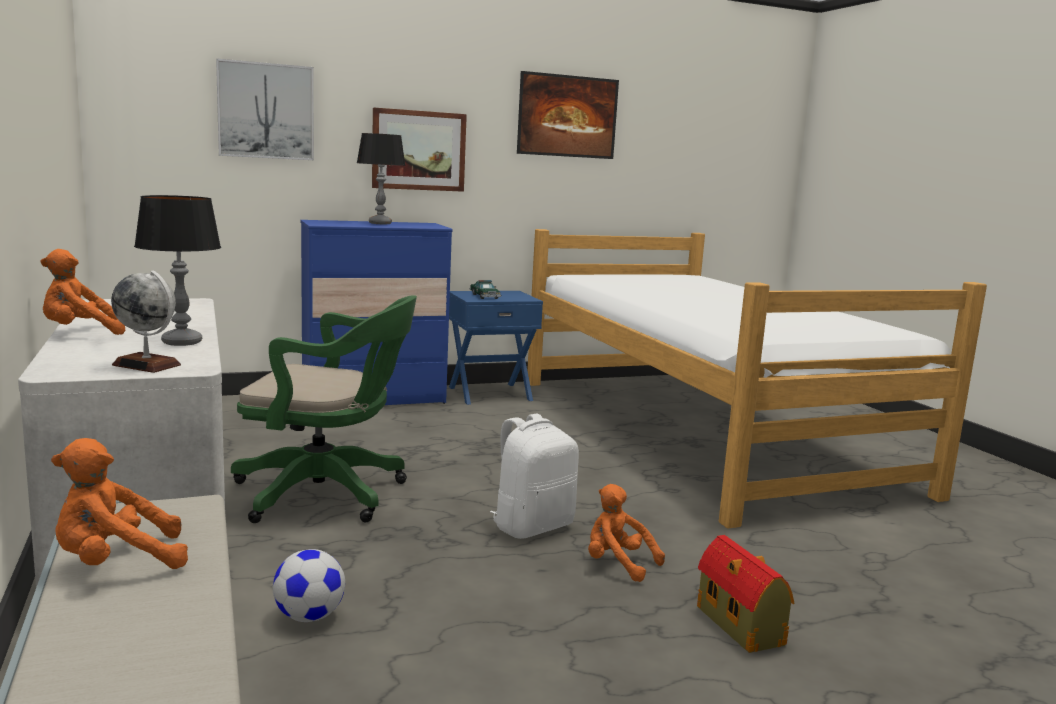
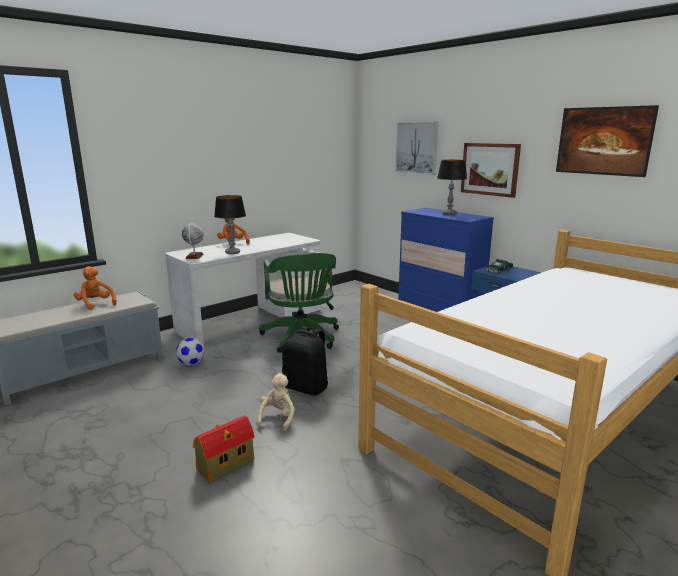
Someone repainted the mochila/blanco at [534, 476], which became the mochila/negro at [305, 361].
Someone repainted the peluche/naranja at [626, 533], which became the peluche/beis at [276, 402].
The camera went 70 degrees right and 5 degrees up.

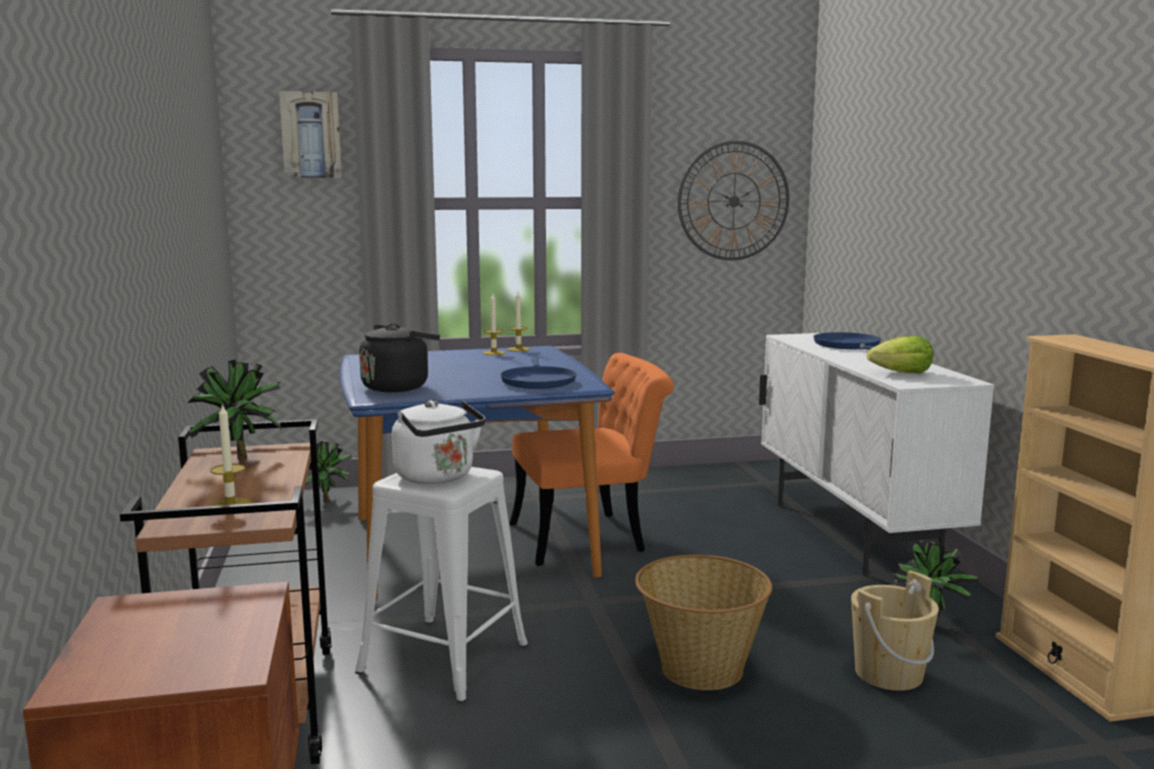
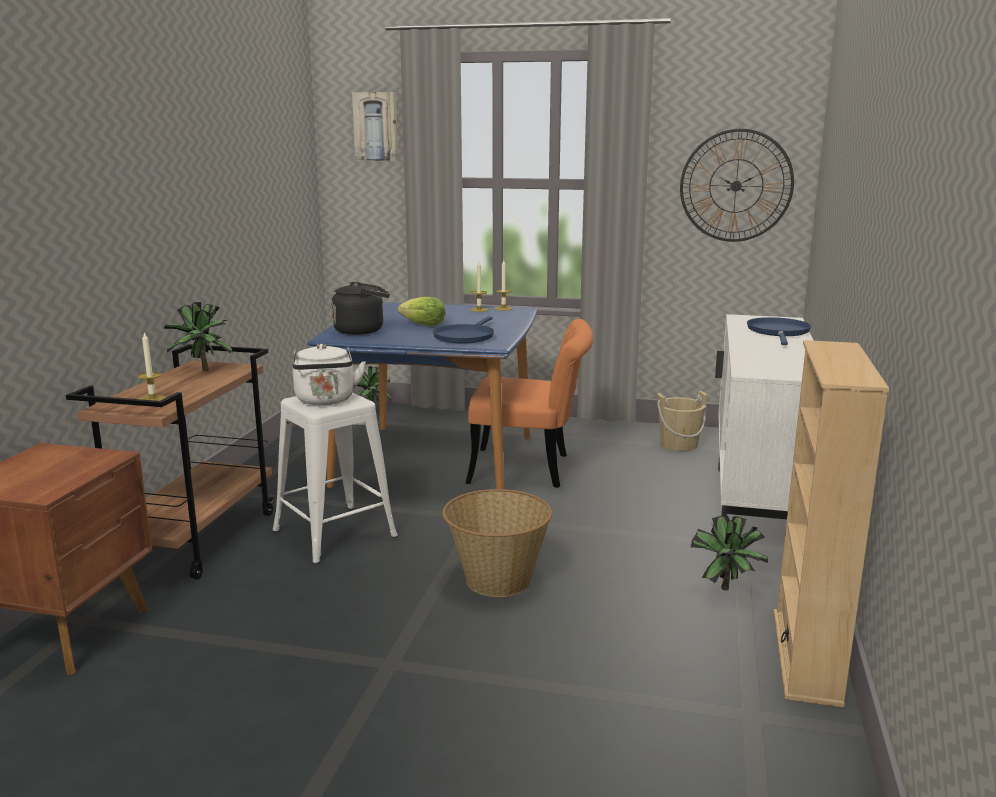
Someone carried the cubo/beis from [895, 630] to [682, 421].
Someone carried the lechuga from [900, 355] to [421, 311].
The camera went 25 degrees right and 5 degrees up.

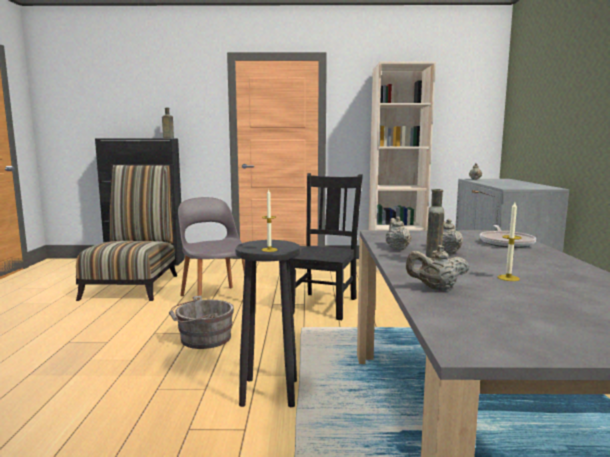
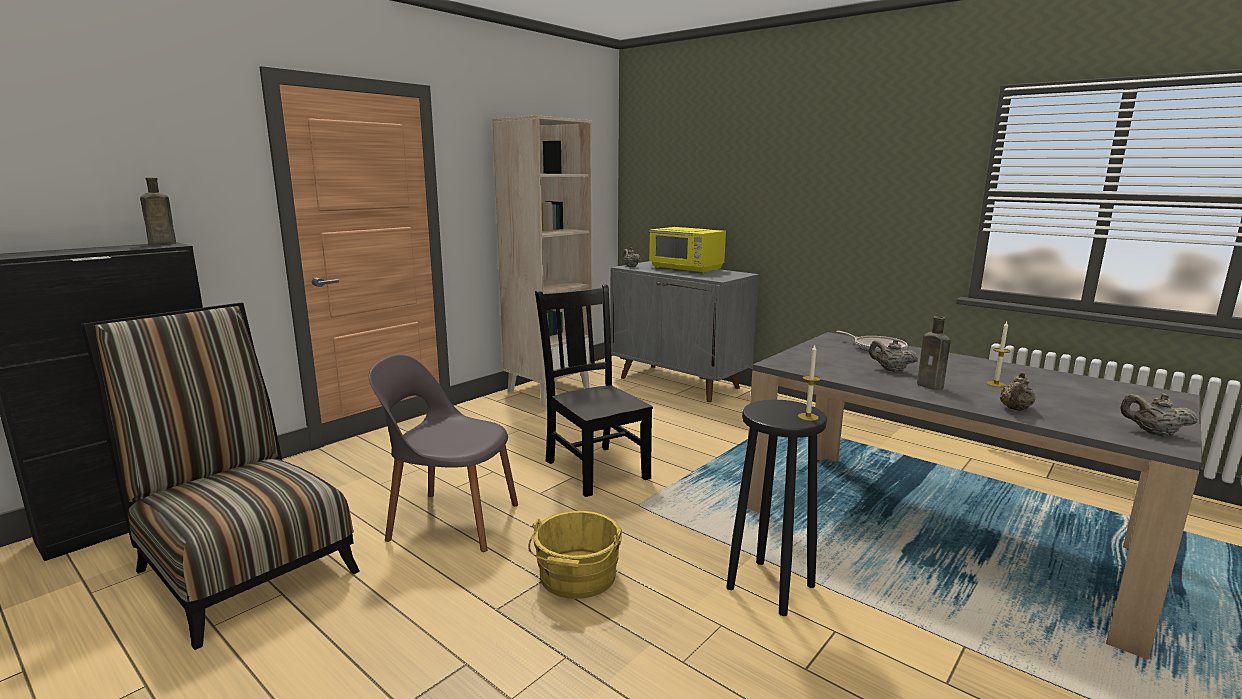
Someone put down the microondas/amarillo at [687, 250].
Someone carried the tetera/beis from [398, 233] to [1159, 415].
Someone repainted the cubo/gris at [201, 322], which became the cubo/amarillo at [575, 555].
The camera went 50 degrees left and 5 degrees up.

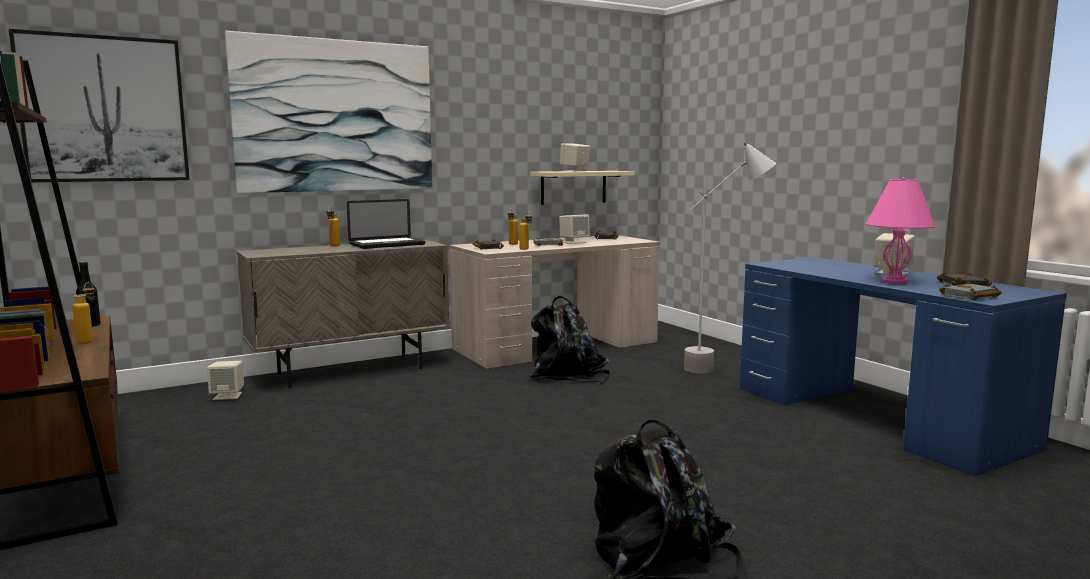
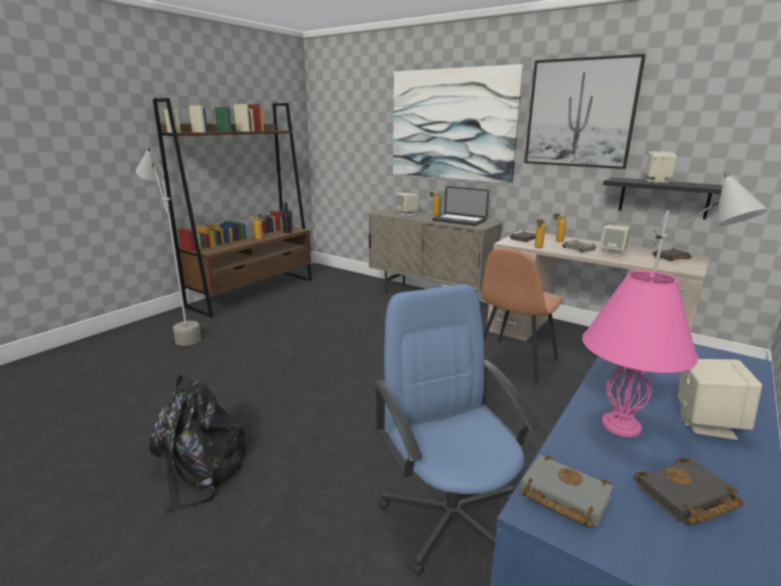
Someone put down the lámpara de pie/gris at [168, 247].
Someone put down the silla de oficina/azul at [456, 430].
Someone carried the cuadro from [99, 105] to [585, 111].
Someone carried the altavoz/beis from [225, 380] to [407, 204].
Someone swapped the mochila/negro at [570, 339] for the silla/marrón at [522, 315].
Someone repainted the estante/beis at [582, 188], which became the estante/negro at [662, 198].
The camera went 65 degrees right and 10 degrees up.

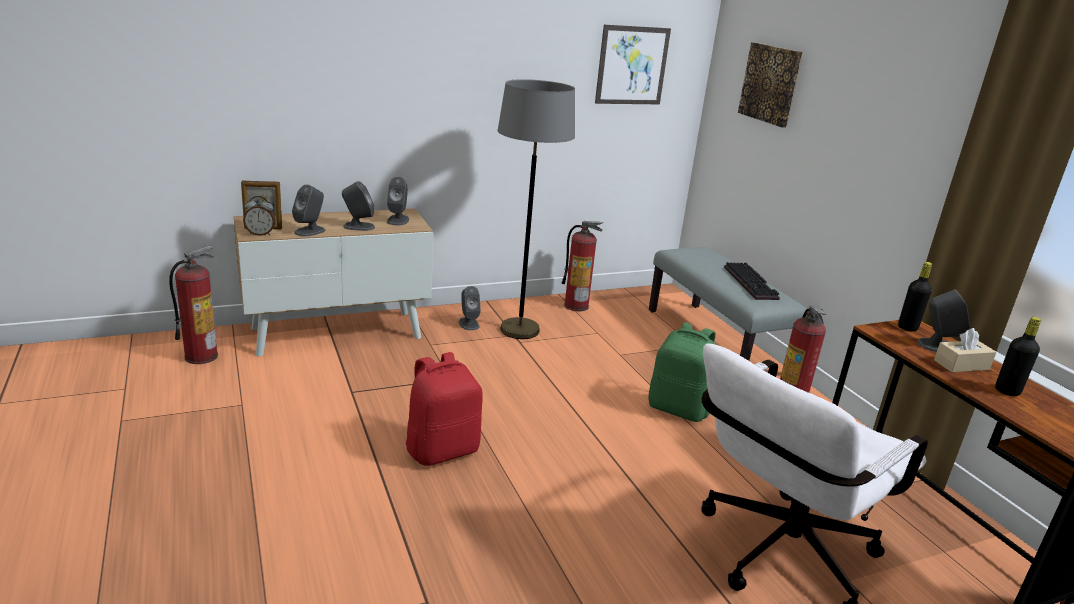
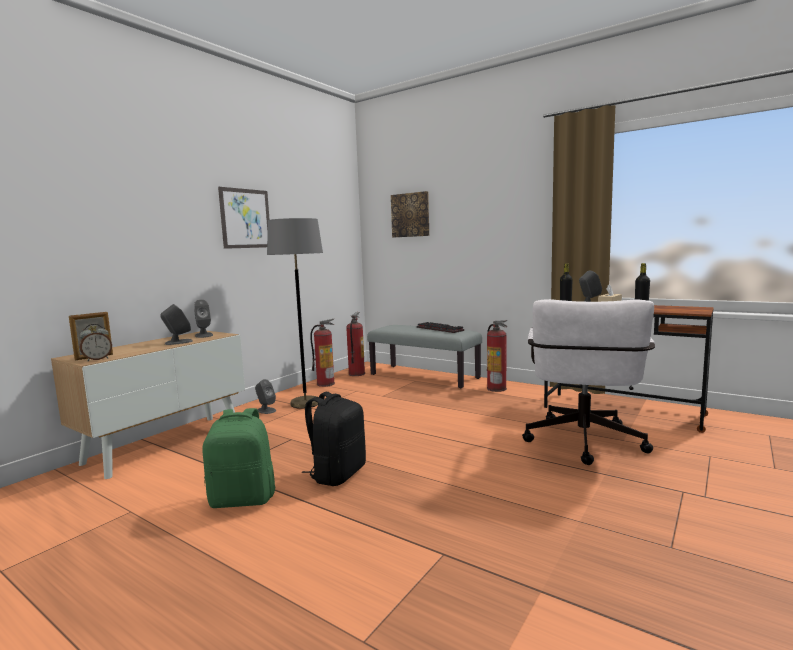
Someone took away the altavoz/gris at [308, 210].
Someone carried the extintor from [193, 305] to [355, 344].
Someone carried the cuadro from [633, 64] to [244, 218].
Someone carried the mochila/verde from [682, 372] to [239, 458].
Someone repainted the mochila/rojo at [444, 409], which became the mochila/negro at [334, 439].
The camera went 30 degrees left and 15 degrees down.

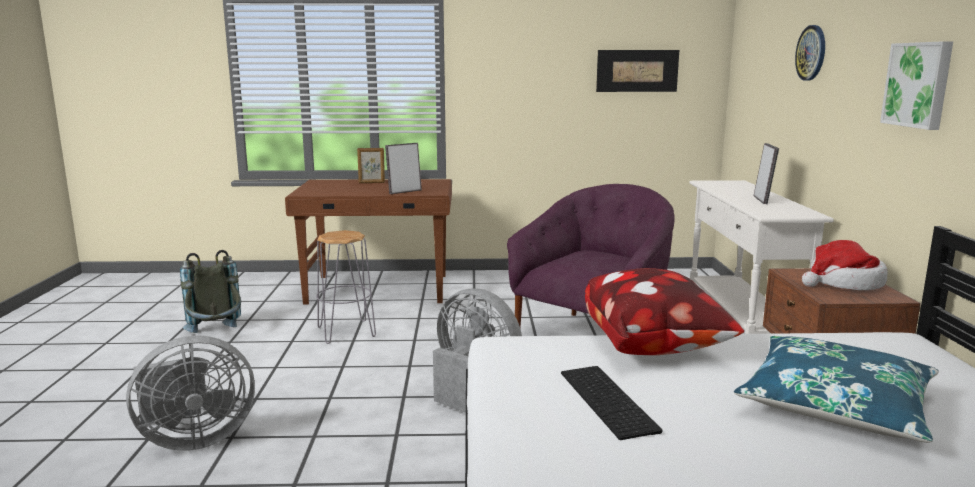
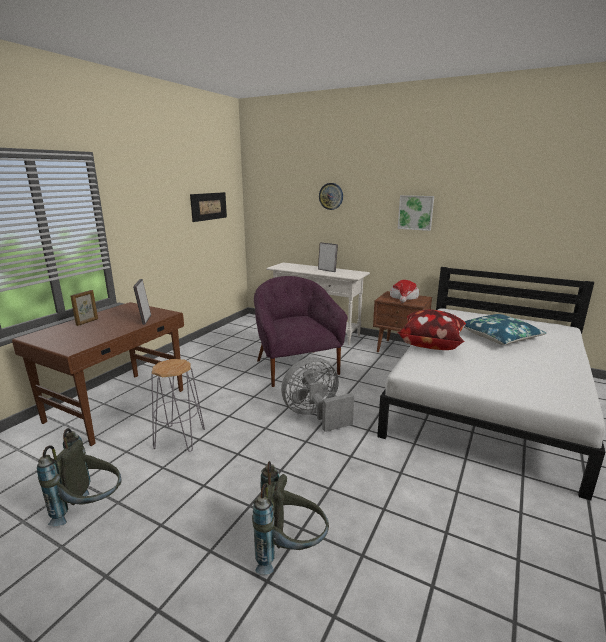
Someone took away the teclado at [611, 403].
Someone swapped the ventilador/gris at [190, 393] for the mochila/gris at [290, 518].
The camera went 60 degrees left and 5 degrees up.

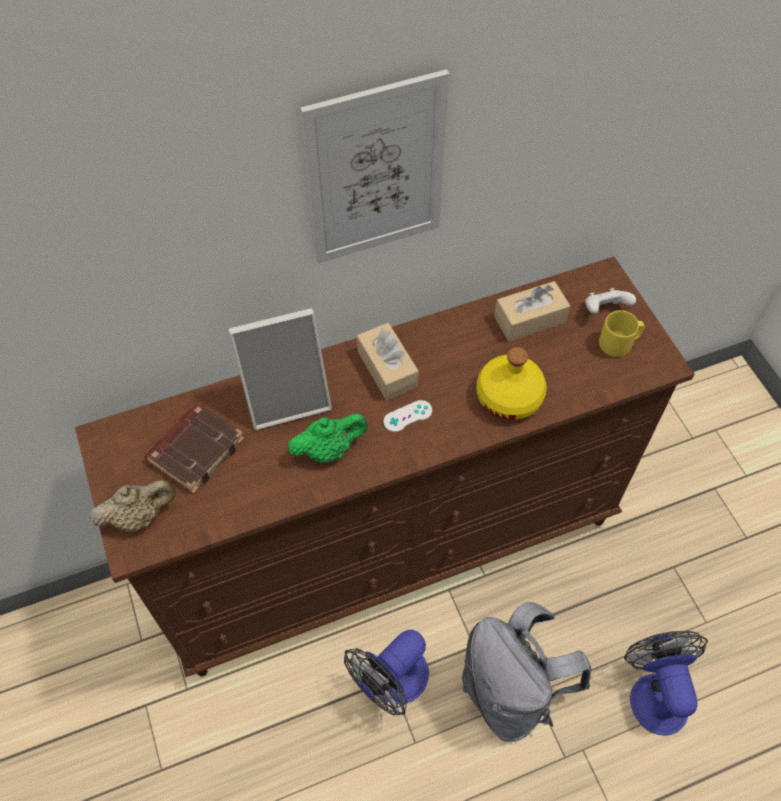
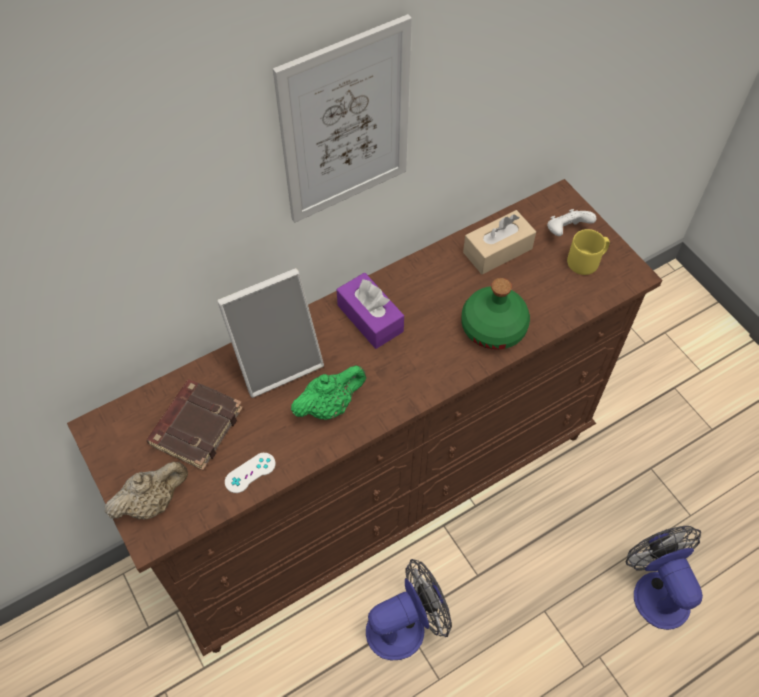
Someone took away the mochila/gris at [526, 672].
Someone carried the mando de consola/blanco from [407, 416] to [250, 473].
Someone repainted the caja de pañuelos/beis at [388, 361], which became the caja de pañuelos/morado at [370, 311].
Someone repainted the botella/amarillo at [512, 383], which became the botella/verde at [495, 314].
Someone rotated the ventilador at [386, 673] by 150 degrees counterclockwise.
The camera went 10 degrees left and 0 degrees up.

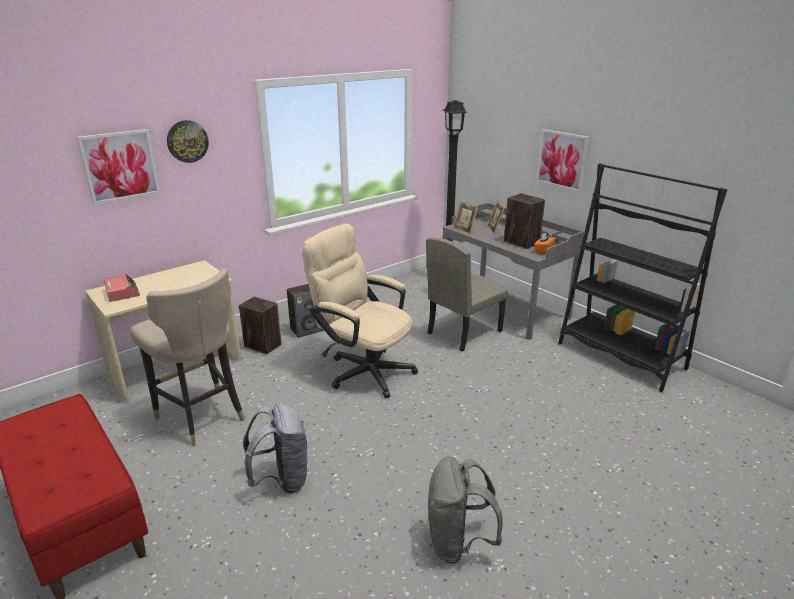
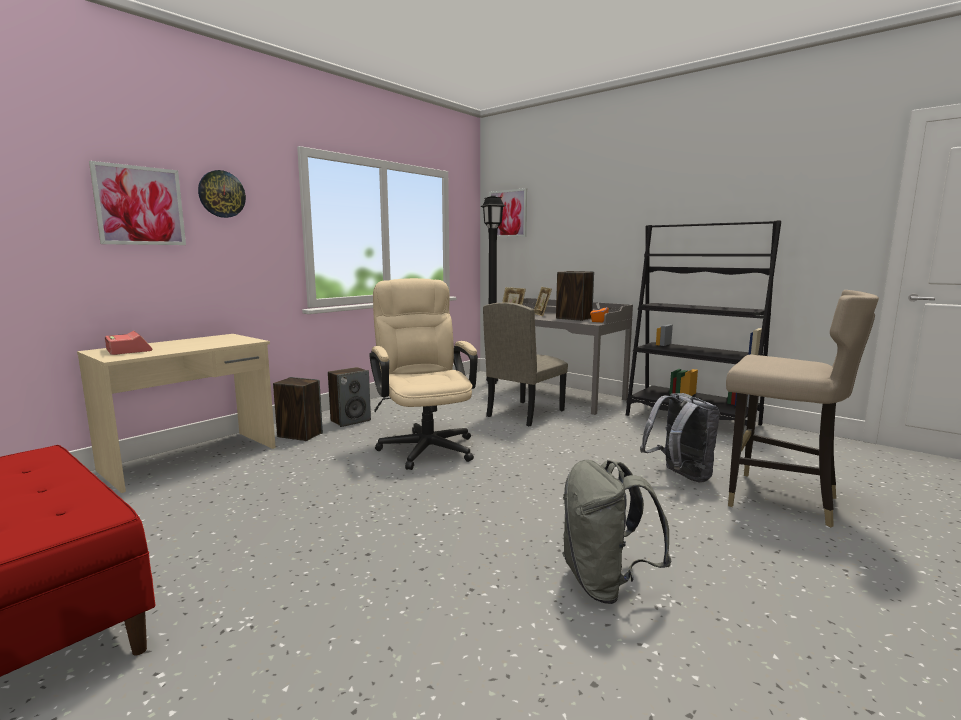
Someone carried the taburete/beis from [187, 357] to [802, 408].
Someone carried the mochila/gris from [275, 448] to [680, 438].
Someone carried the cuadro from [562, 160] to [508, 212].
Someone rotated the silla de oficina/beis at [360, 310] by 45 degrees clockwise.
The camera went 10 degrees left and 15 degrees down.

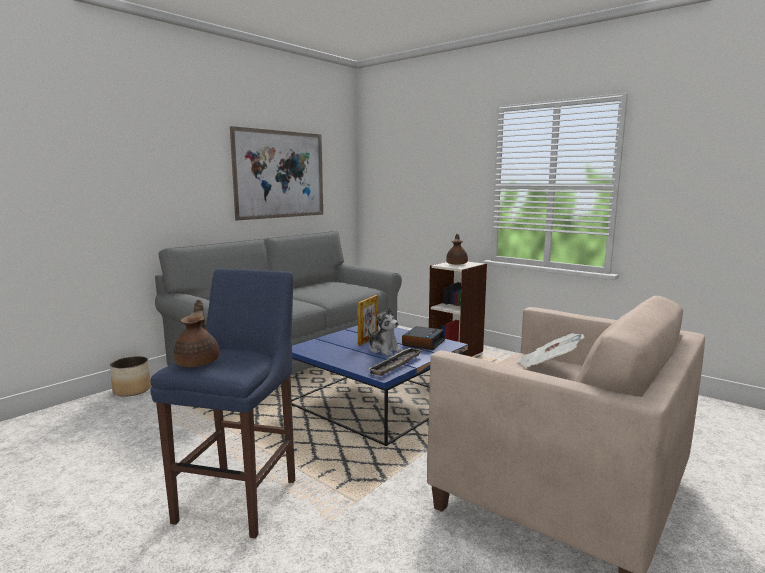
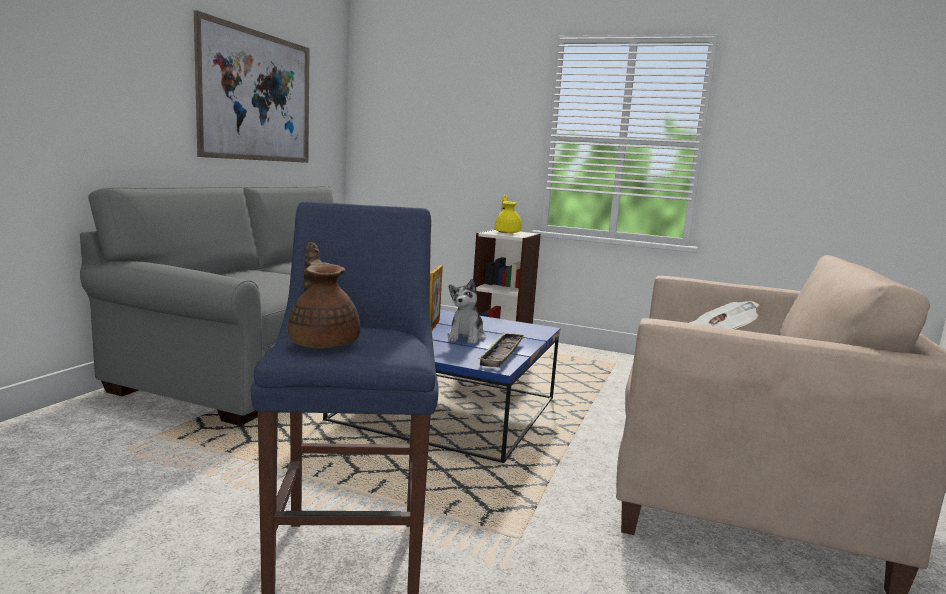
Someone took away the maceta at [130, 376].
Someone took away the despertador at [423, 338].
Someone repainted the tetera/marrón at [457, 249], which became the tetera/amarillo at [508, 213].
Someone rotated the peluche at [385, 331] by 75 degrees clockwise.
The camera went 20 degrees left and 0 degrees up.

